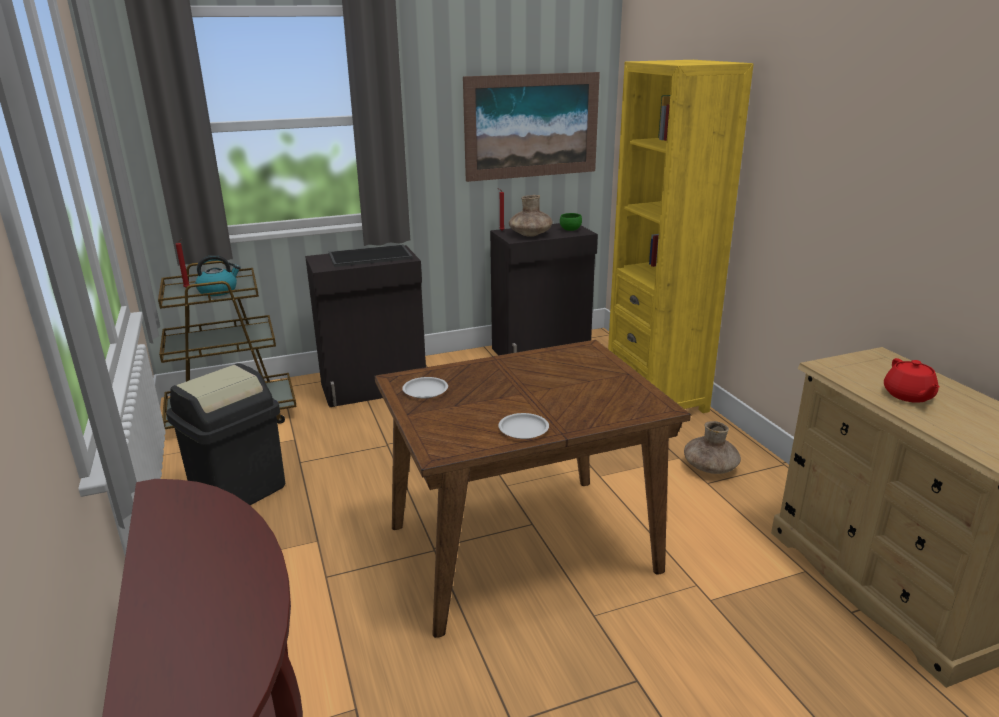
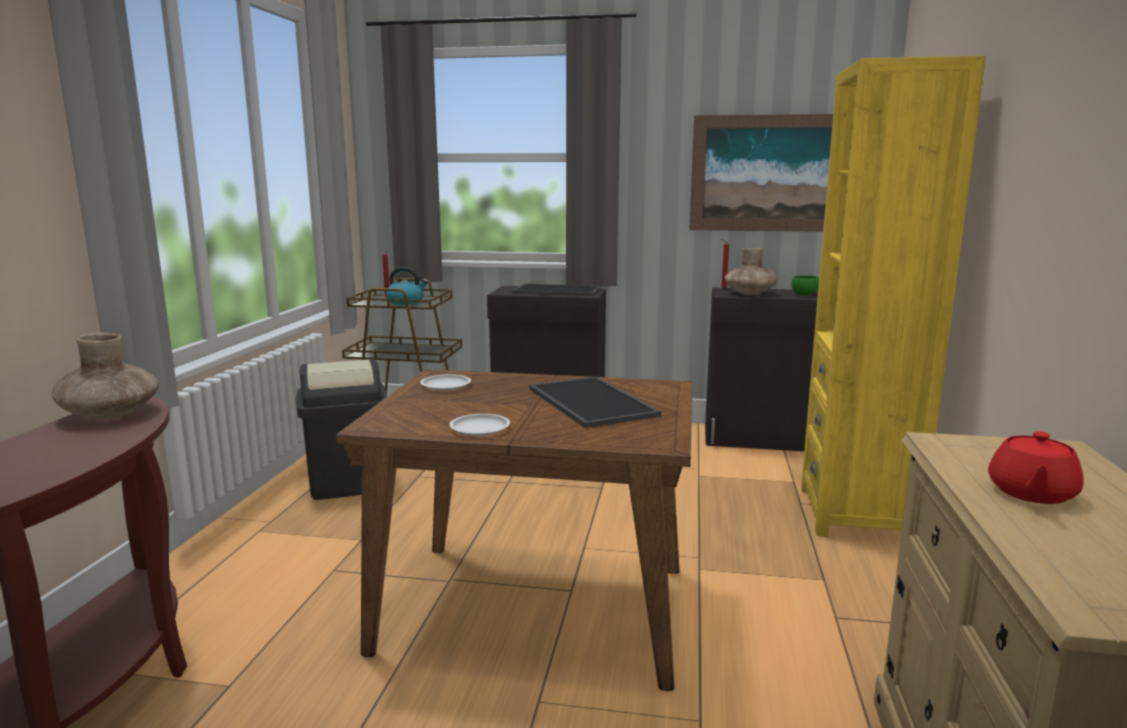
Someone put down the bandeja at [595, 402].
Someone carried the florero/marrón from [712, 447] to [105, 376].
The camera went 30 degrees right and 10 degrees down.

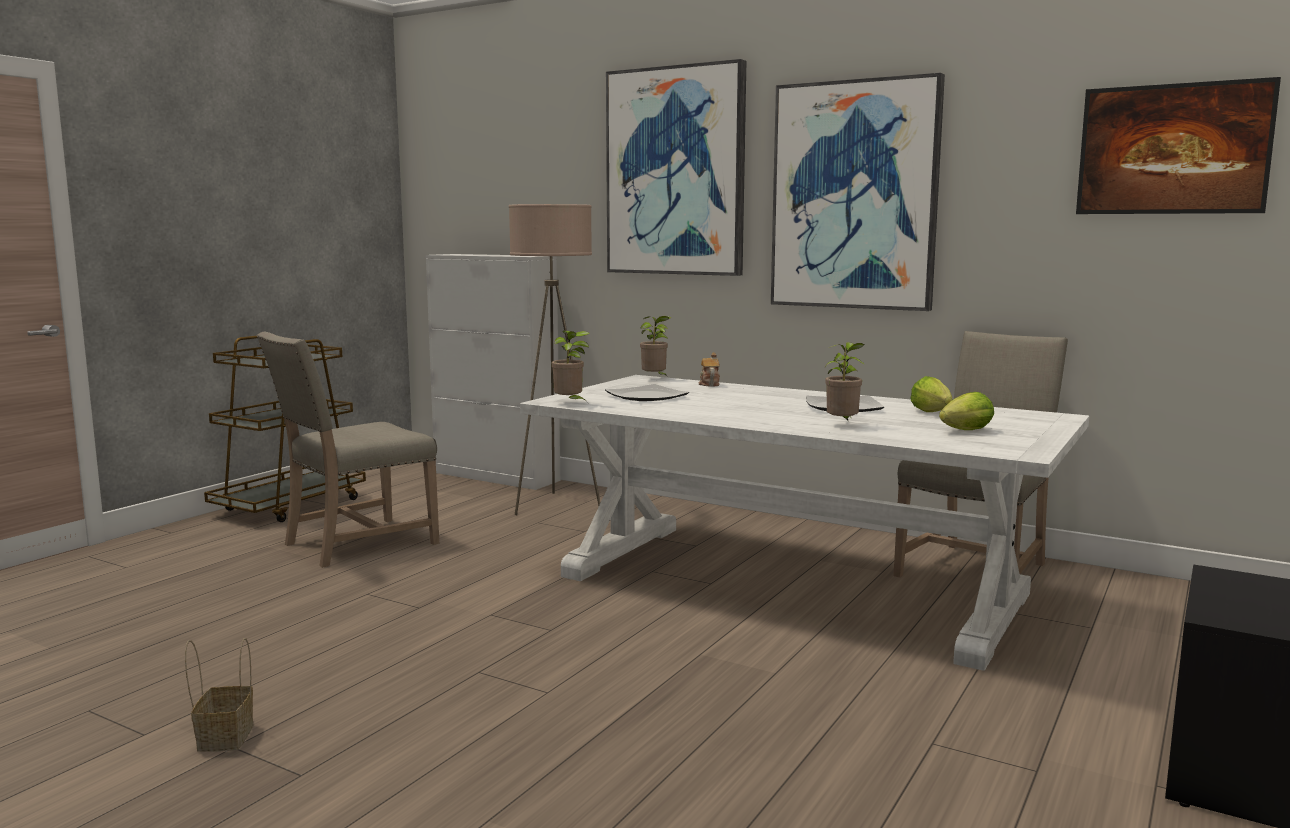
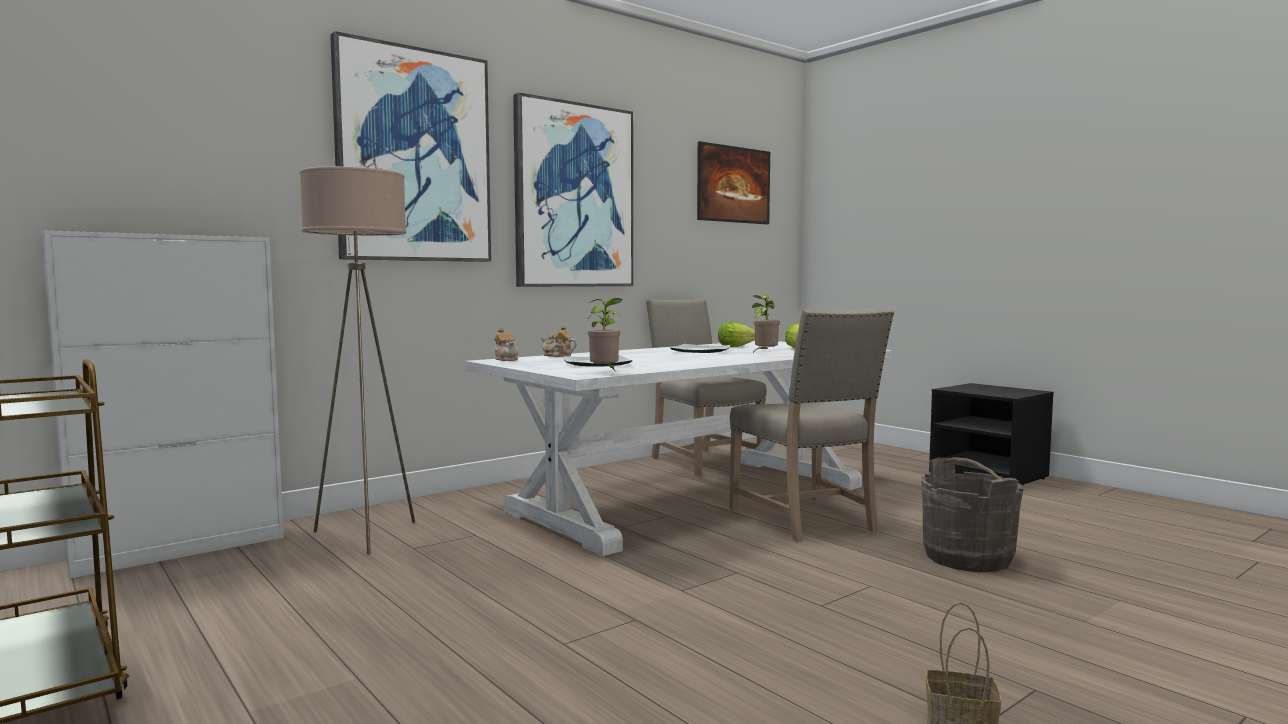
Someone put down the cubo/gris at [972, 514].
Someone carried the silla/beis from [348, 449] to [812, 425].
Someone swapped the planta en maceta at [656, 347] for the tetera at [506, 344].
The camera went 70 degrees left and 5 degrees down.

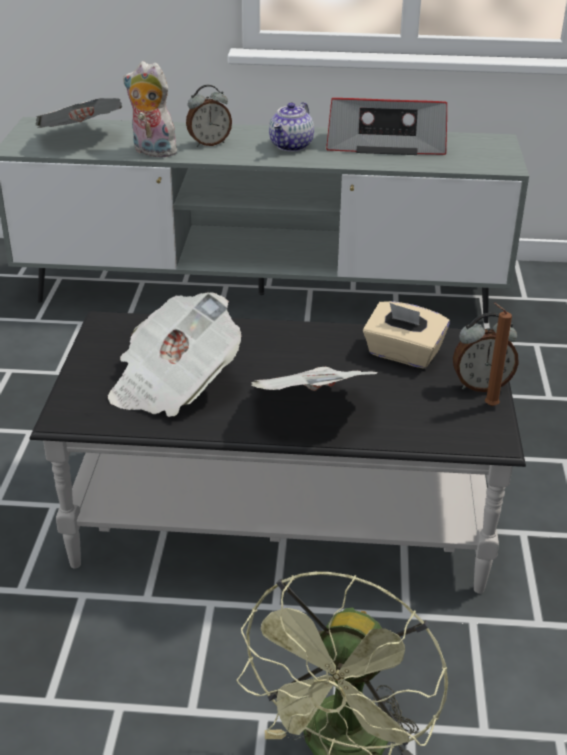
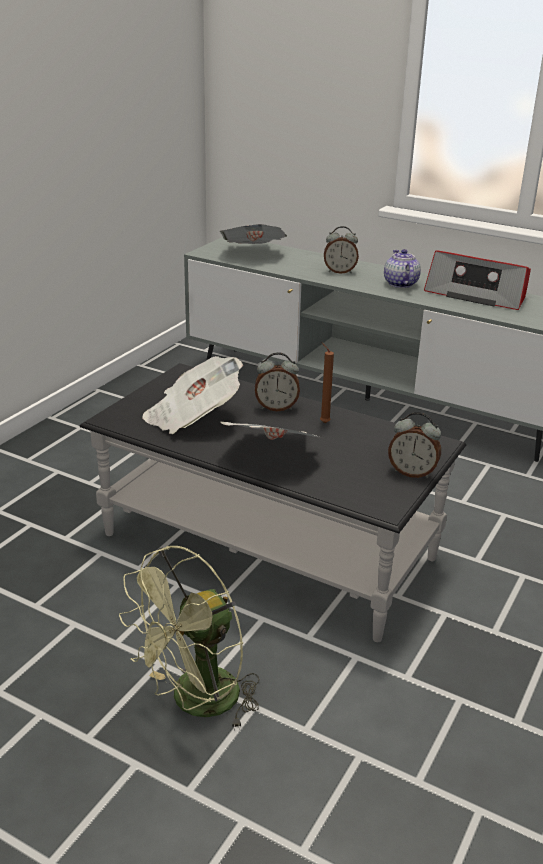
Someone took away the peluche at [152, 109].
Someone took away the caja de pañuelos/beis at [406, 335].
Someone put down the despertador at [277, 381].
Someone carried the vela/marrón from [498, 354] to [327, 383].
Someone rotated the tetera at [291, 127] by 120 degrees clockwise.
The camera went 25 degrees right and 5 degrees down.

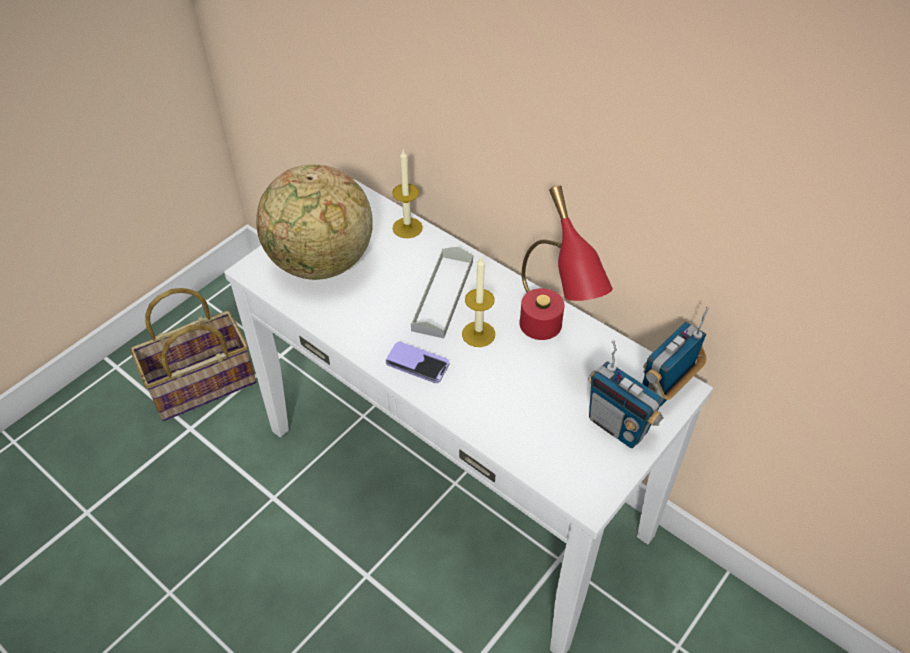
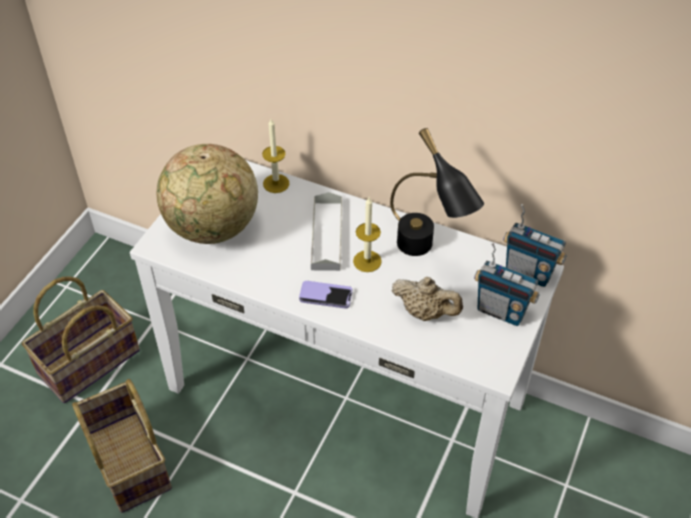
Someone put down the cesta at [122, 446].
Someone put down the tetera/beis at [427, 299].
Someone repainted the lámpara de mesa/rojo at [566, 262], which became the lámpara de mesa/negro at [437, 192].
Someone rotated the radio at [676, 357] by 90 degrees counterclockwise.
The camera went 15 degrees left and 0 degrees up.

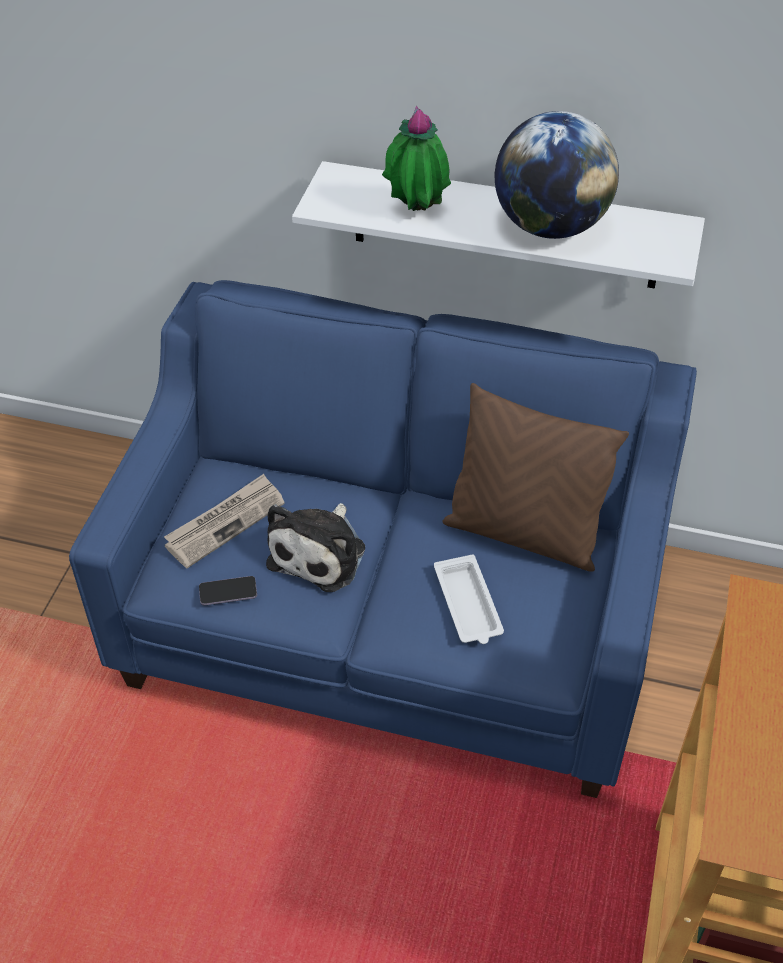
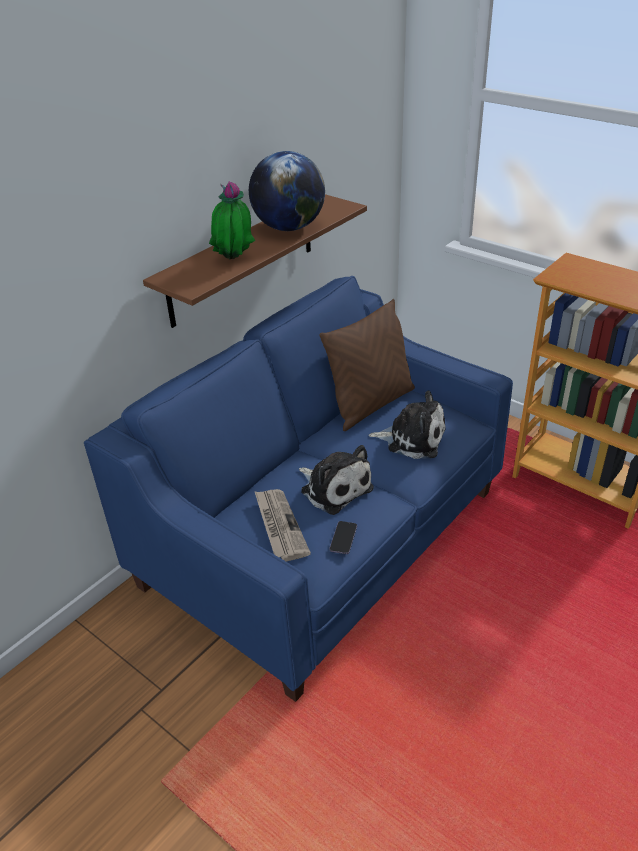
Someone swapped the bandeja/blanco at [469, 599] for the peluche at [407, 424].
Someone repainted the estante/blanco at [498, 225], which became the estante/marrón at [255, 261].
The camera went 65 degrees left and 10 degrees down.

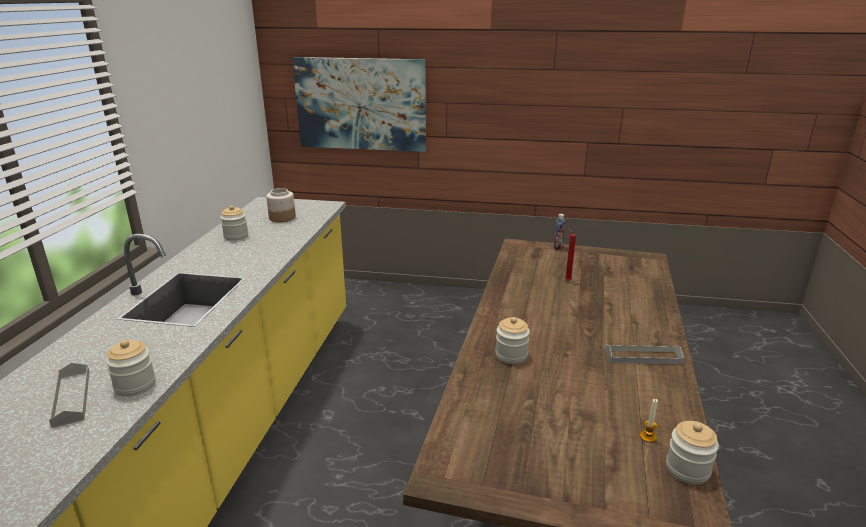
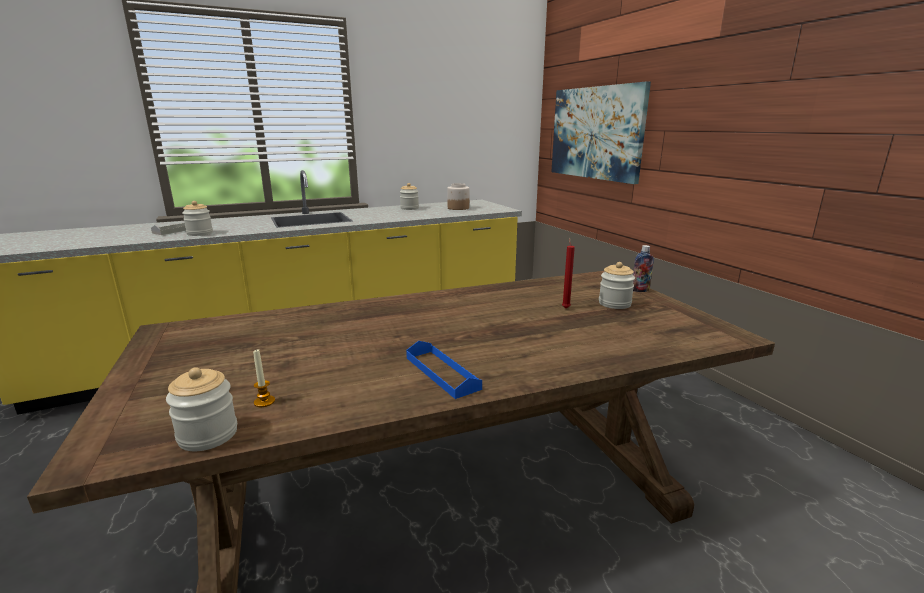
Someone carried the tarro from [512, 340] to [617, 285].
Someone repainted the bandeja/gris at [644, 354], which became the bandeja/azul at [444, 370].
The camera went 55 degrees right and 5 degrees down.

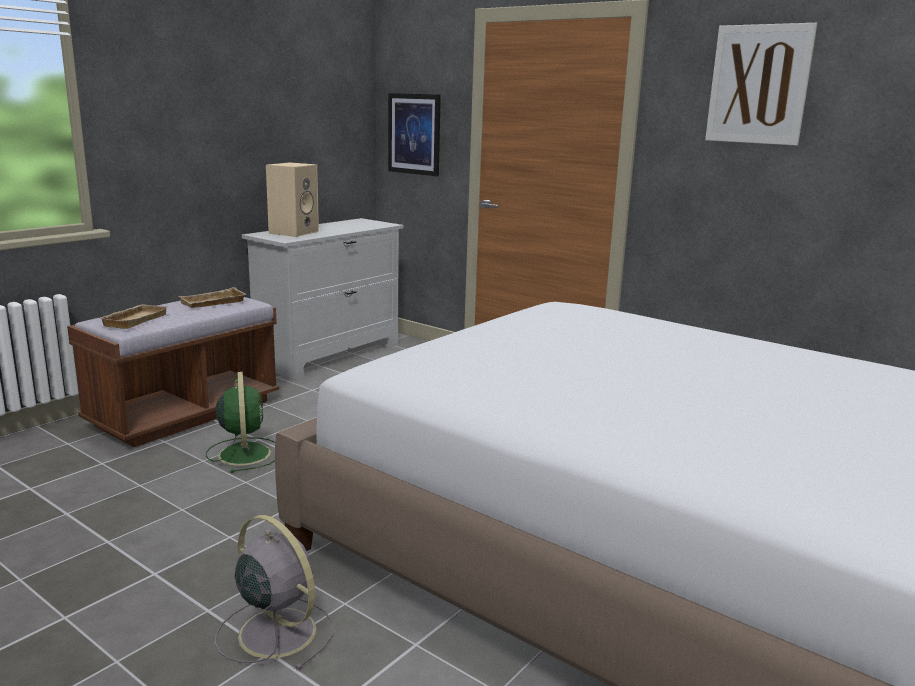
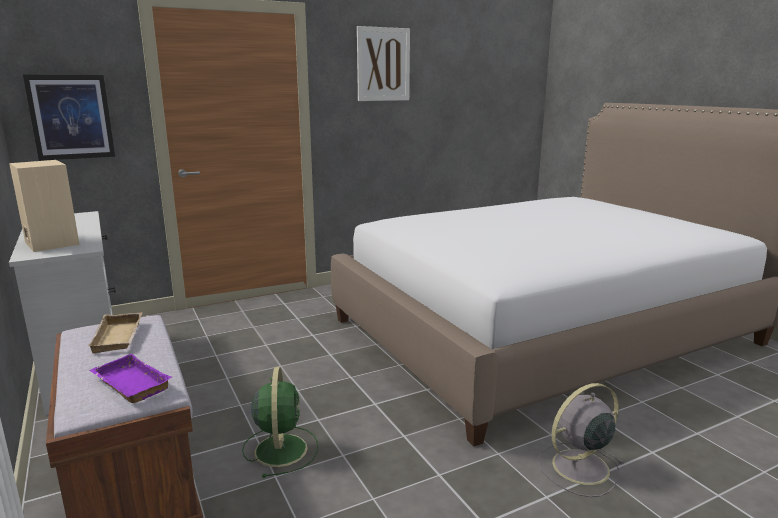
Someone repainted the bandeja/beis at [133, 316], which became the bandeja/morado at [130, 378].
Someone rotated the ventilador/verde at [240, 422] by 75 degrees clockwise.
The camera went 65 degrees left and 0 degrees up.

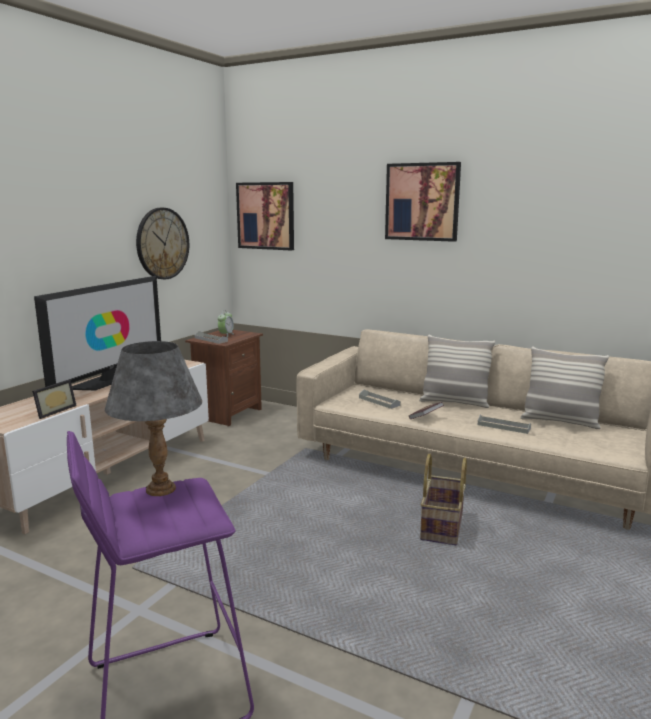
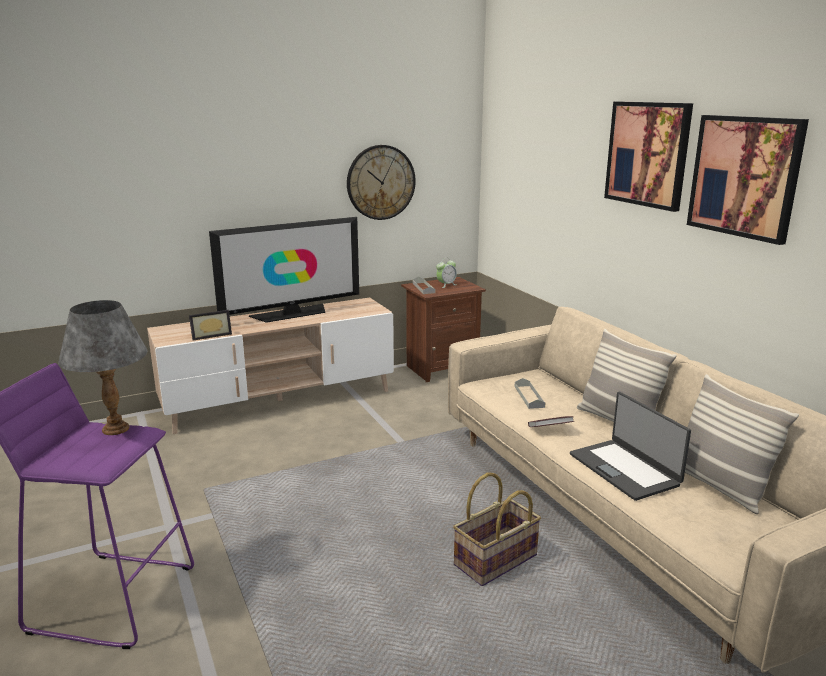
Someone carried the cuadro from [265, 216] to [748, 180].
Someone swapped the bandeja/gris at [504, 424] for the portátil at [630, 446].
The camera went 35 degrees right and 5 degrees up.

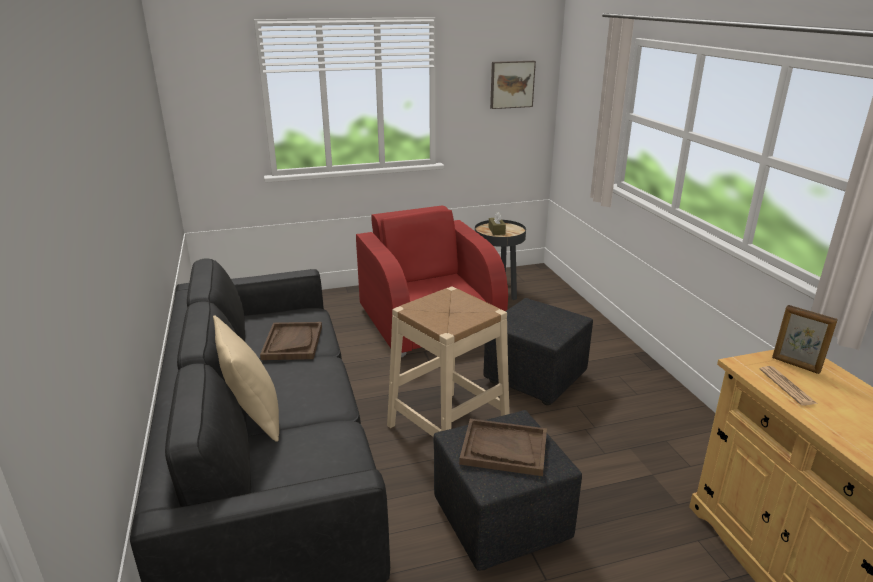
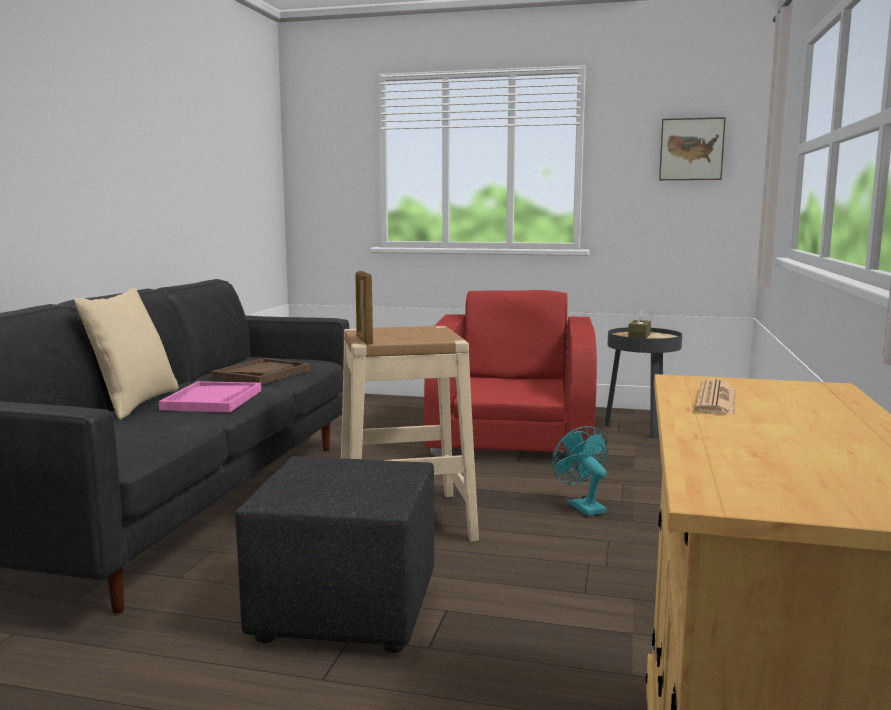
Someone took away the bandeja/marrón at [503, 447].
Someone put down the bandeja/rosa at [210, 396].
Someone carried the portarretratos from [805, 339] to [364, 307].
Someone swapped the puf/negro at [538, 351] for the ventilador/turquesa at [580, 471].
The camera went 30 degrees right and 15 degrees down.

